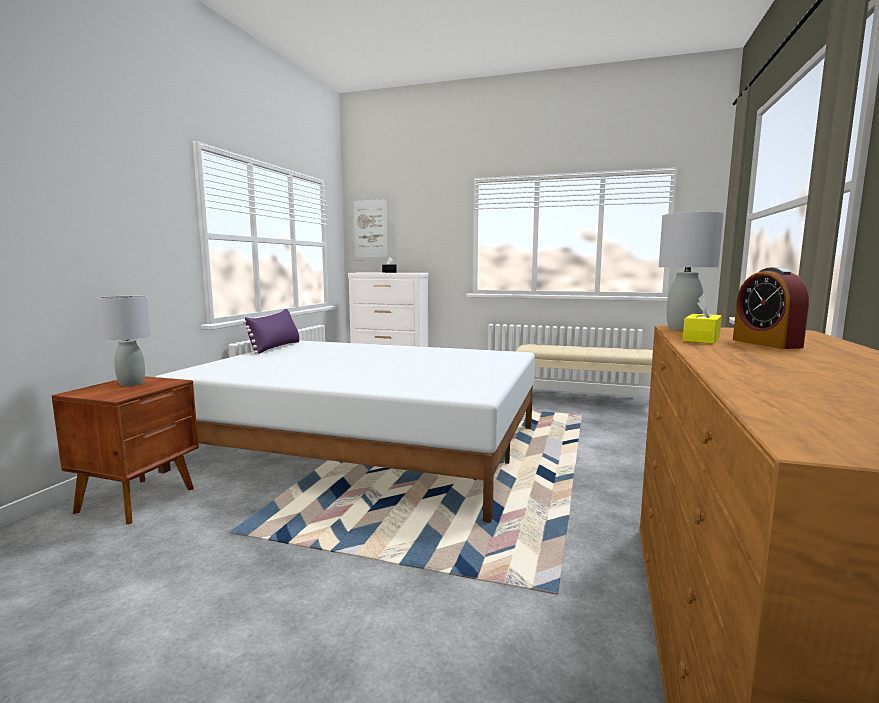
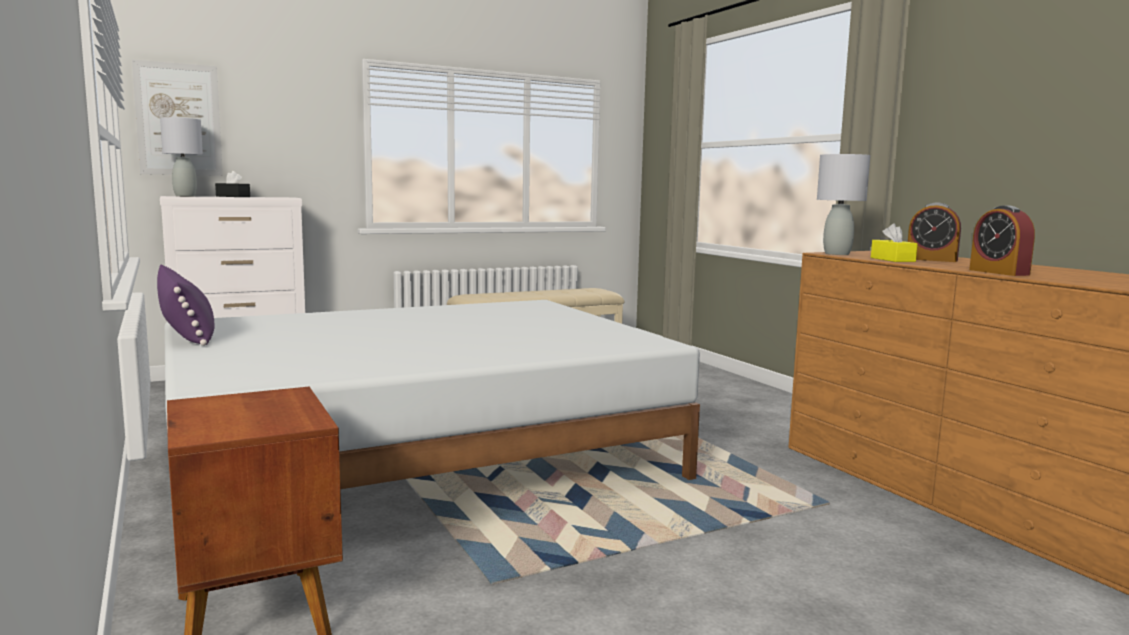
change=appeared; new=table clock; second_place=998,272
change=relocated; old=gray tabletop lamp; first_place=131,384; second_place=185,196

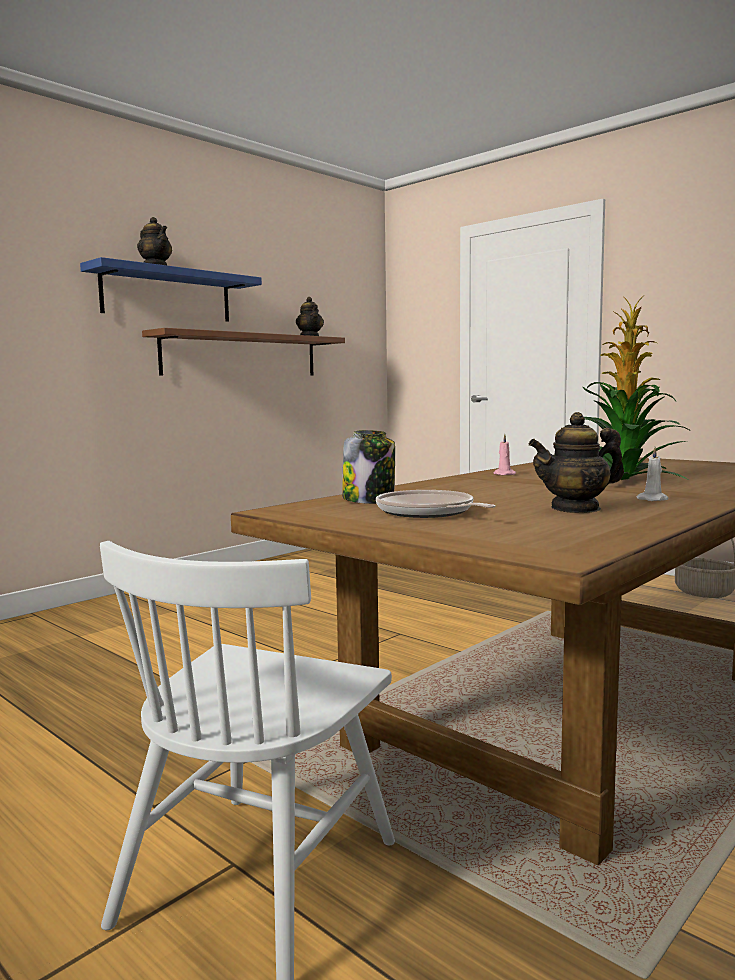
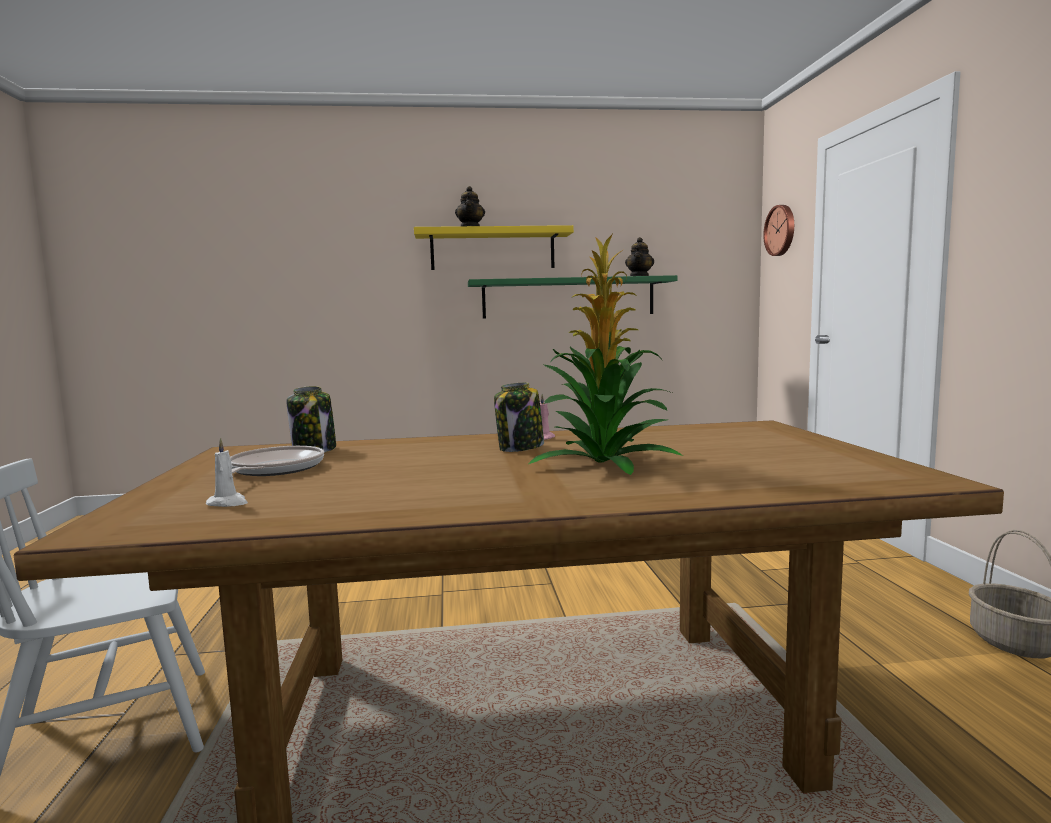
change=missing; old=teapot; first_place=576,509
change=appeared; new=storage jar; second_place=520,448
change=appeared; new=wall clock; second_place=781,230
change=relocated; old=white-coloured wax light; first_place=653,499; second_place=228,503
change=colour; old=blue-coloured wall shelf; new=yellowish wall shelf; first_place=167,295; second_place=492,250
change=colour; old=brown wall shelf; new=green-coloured wall shelf; first_place=242,355; second_place=568,297

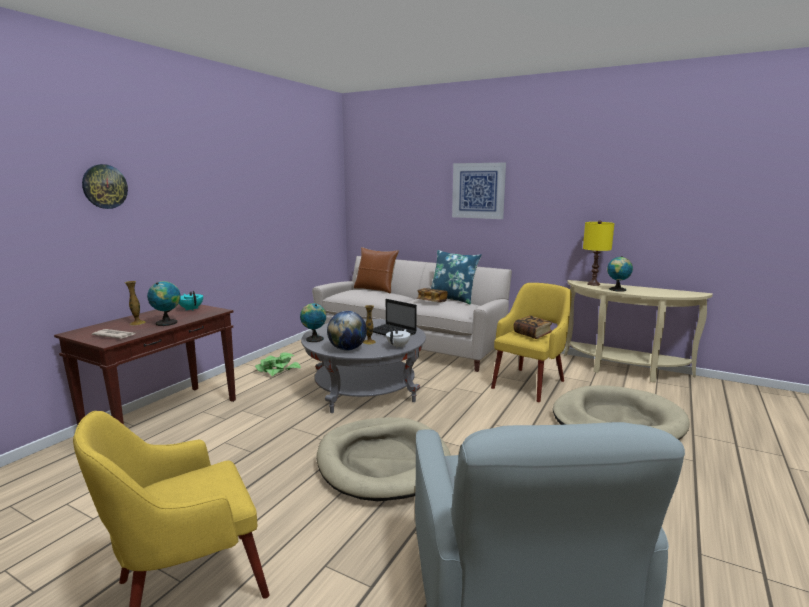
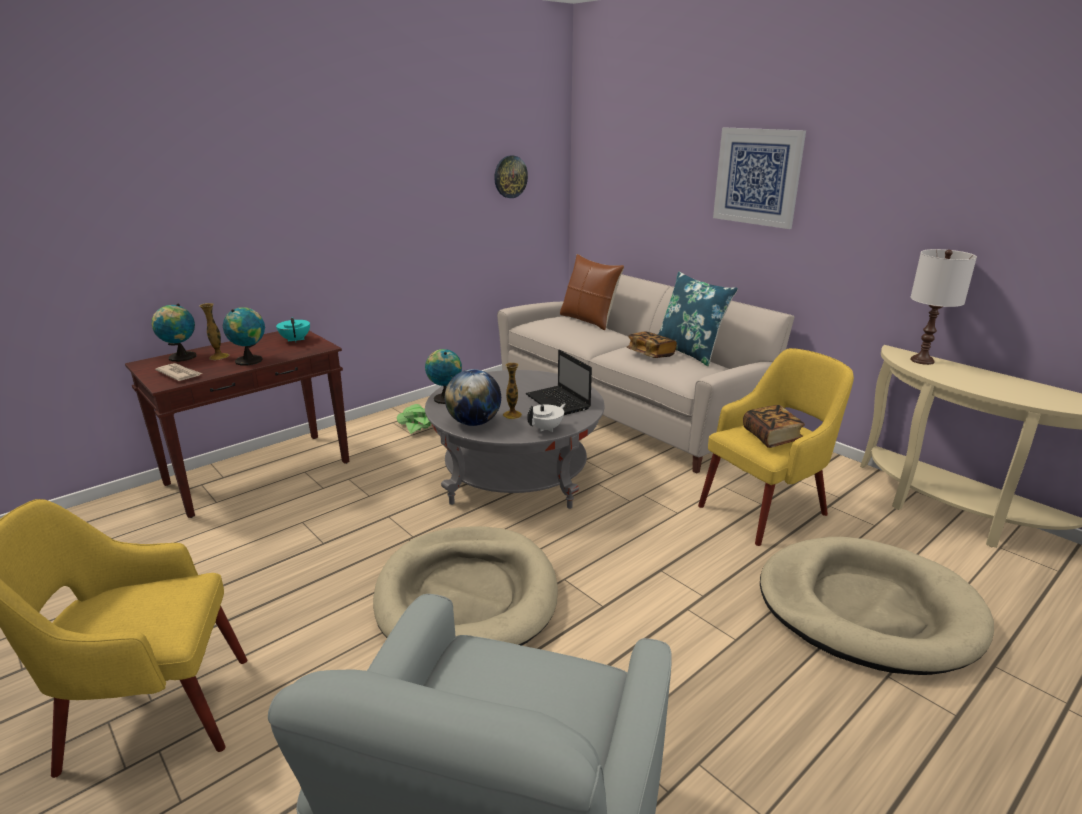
change=relocated; old=wall clock; first_place=104,186; second_place=510,176
change=relocated; old=desk globe; first_place=617,290; second_place=180,357
change=colour; old=yellowish tabletop lamp; new=white-coloured tabletop lamp; first_place=593,284; second_place=922,360

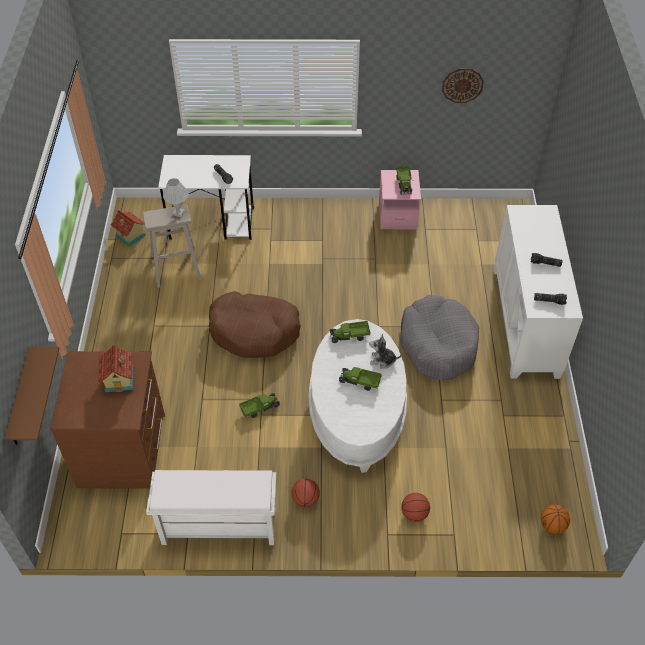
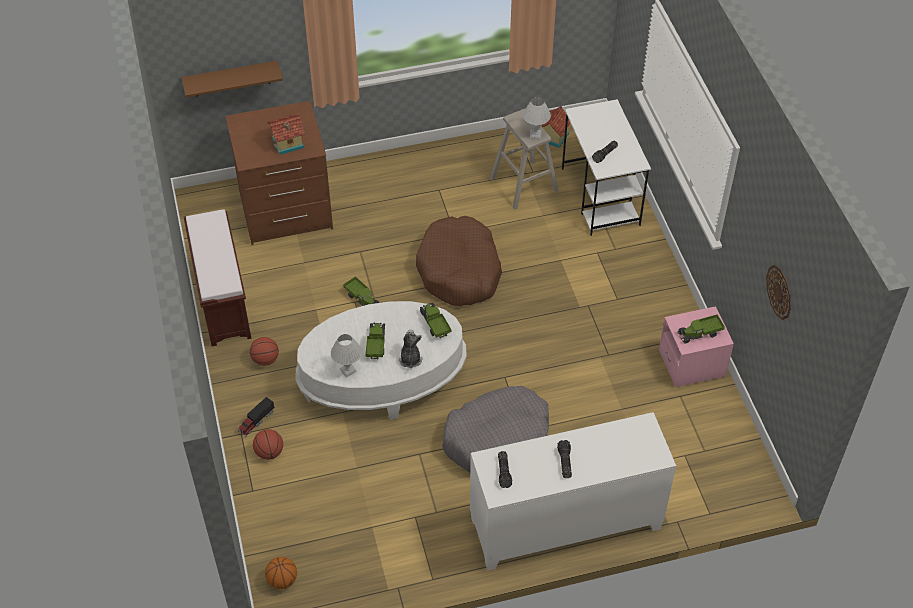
change=appeared; new=toy truck; second_place=256,421
change=appeared; new=white-coloured tabletop lamp; second_place=348,370
change=colour; old=white-coloured bench; new=brown bench; first_place=218,526; second_place=222,300

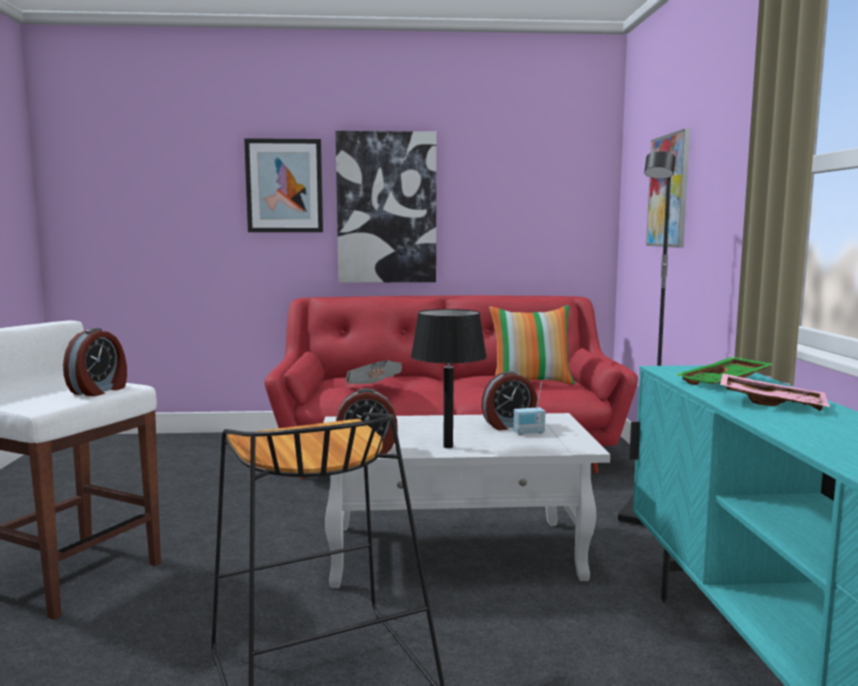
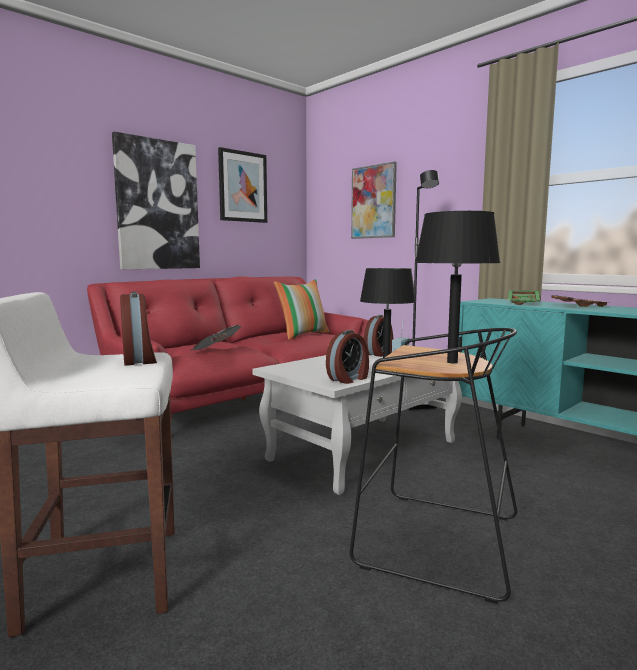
change=appeared; new=black tabletop lamp; second_place=452,362
change=relocated; old=picture; first_place=284,186; second_place=242,187

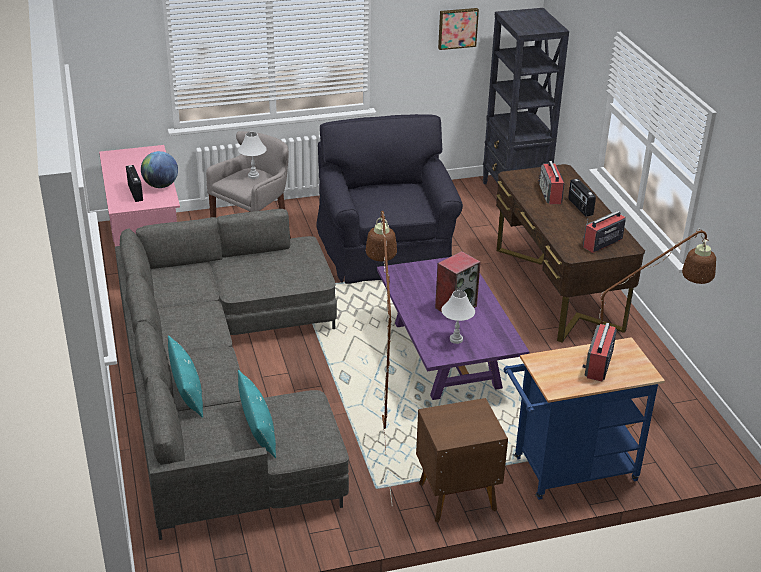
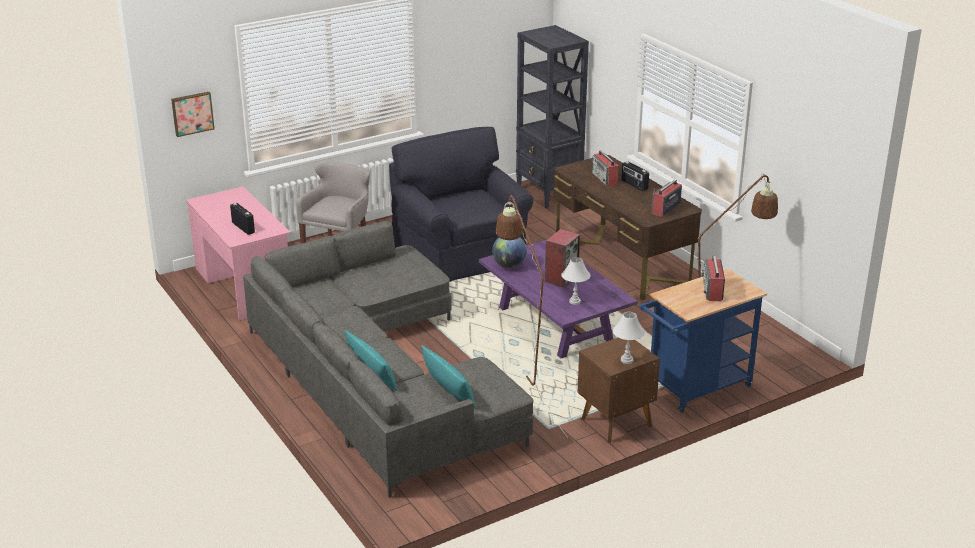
change=relocated; old=desk globe; first_place=161,185; second_place=509,266
change=relocated; old=white-coloured tabletop lamp; first_place=253,176; second_place=627,360
change=relocated; old=picture; first_place=457,28; second_place=192,113

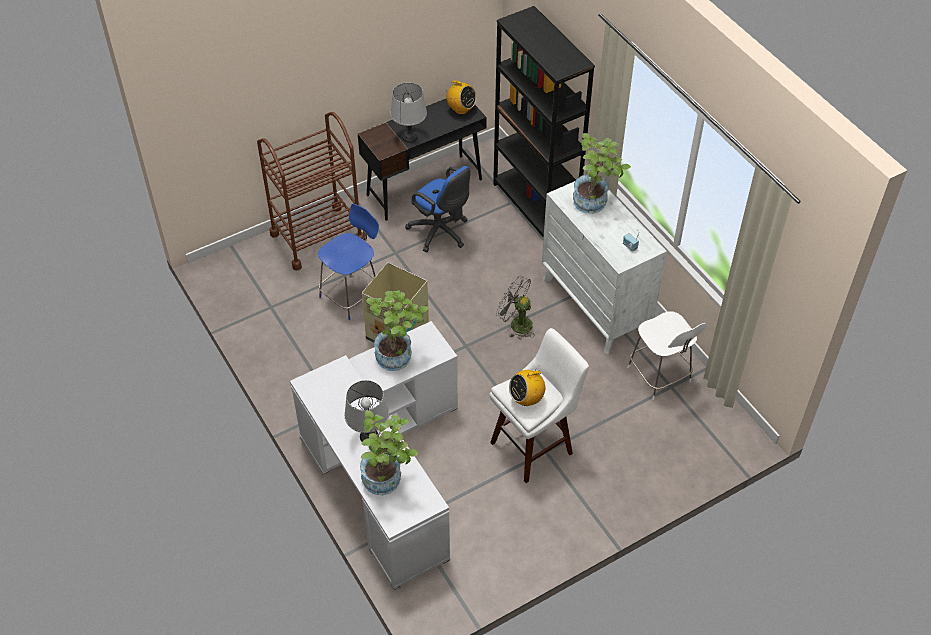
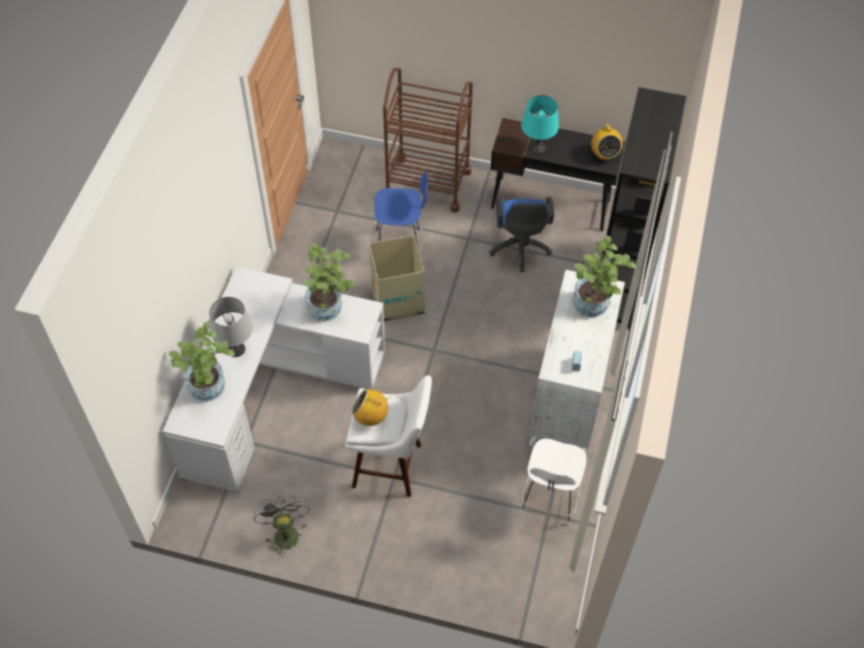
change=relocated; old=gray fan; first_place=516,323; second_place=284,532
change=colour; old=gray tabletop lamp; new=turquoise tabletop lamp; first_place=409,137; second_place=536,148

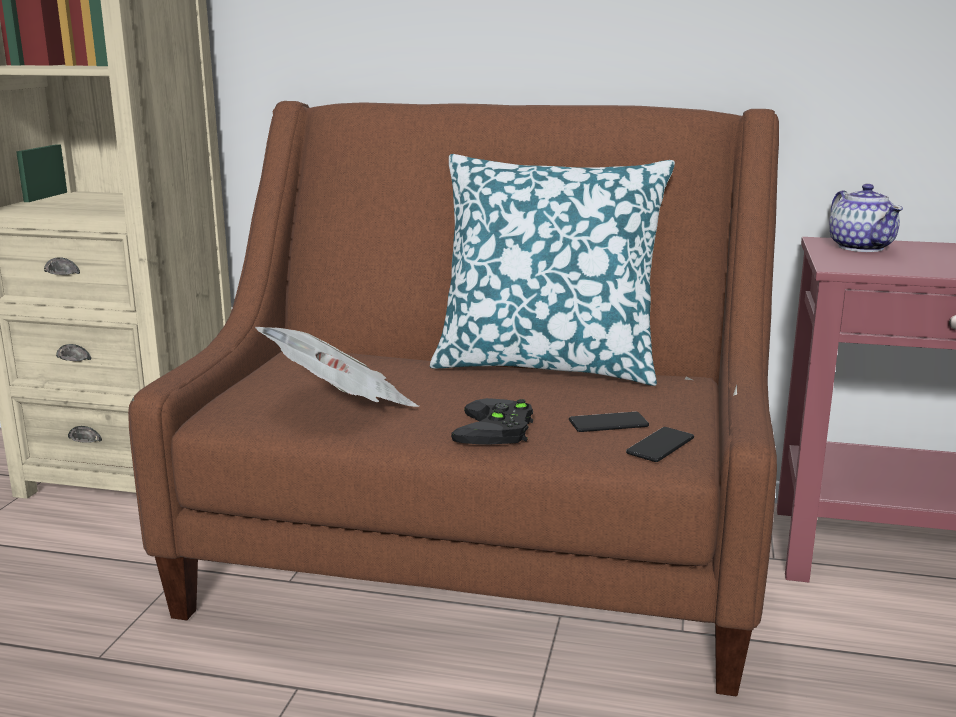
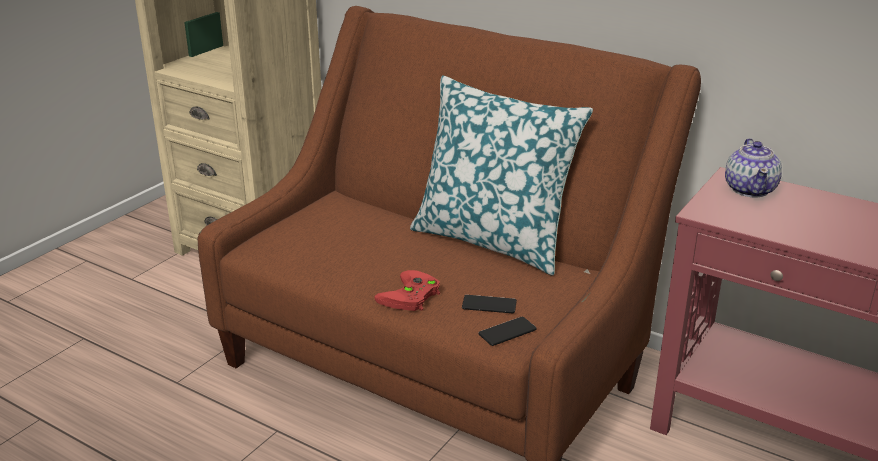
change=missing; old=newspaper; first_place=342,405
change=colour; old=black gamepad; new=red gamepad; first_place=497,430; second_place=410,297

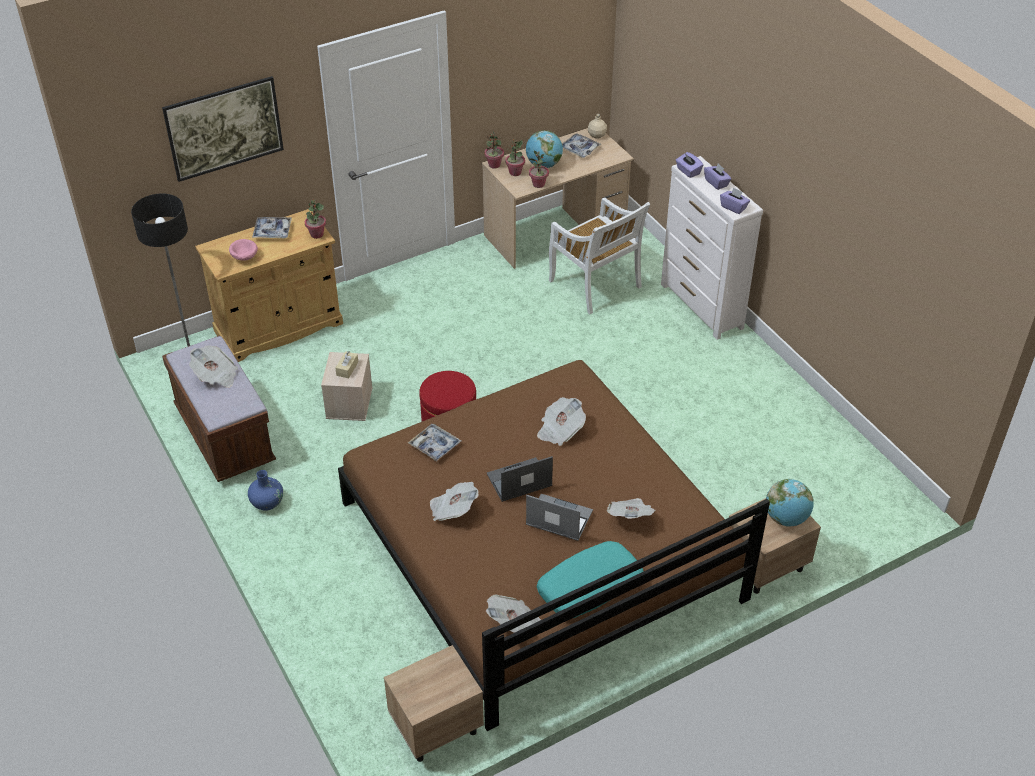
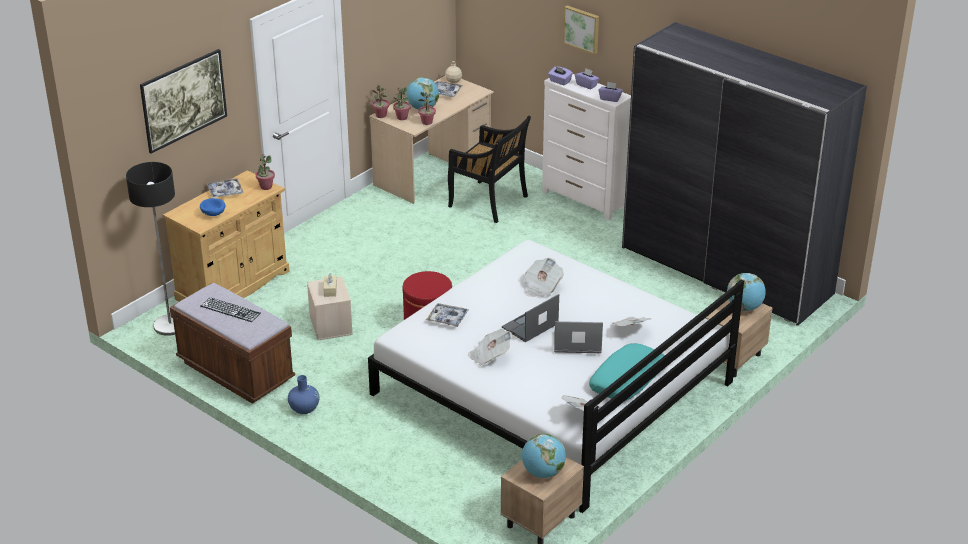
change=appeared; new=desk globe; second_place=543,473
change=appeared; new=picture; second_place=582,29
change=appeared; new=gray armoire; second_place=726,271
change=exchanged; old=newspaper; new=PC keyboard; first_place=216,376; second_place=230,310
change=colour; old=pink-coloured serving bowl; new=blue-coloured serving bowl; first_place=244,258; second_place=213,214
change=colour; old=brown bedroom bed; new=white-coloured bedroom bed; first_place=539,550; second_place=552,389
change=colour; old=white-coloured upright chair; new=black upright chair; first_place=596,285; second_place=489,202

